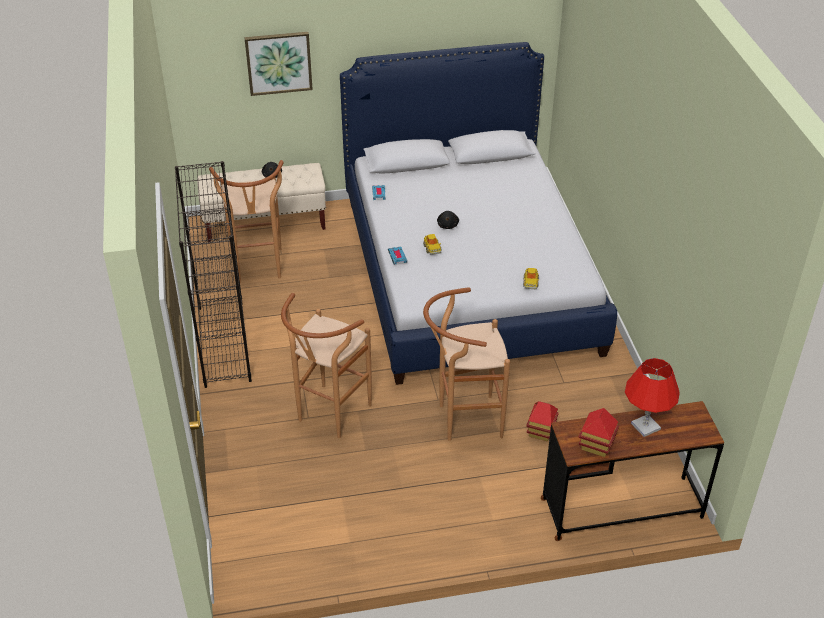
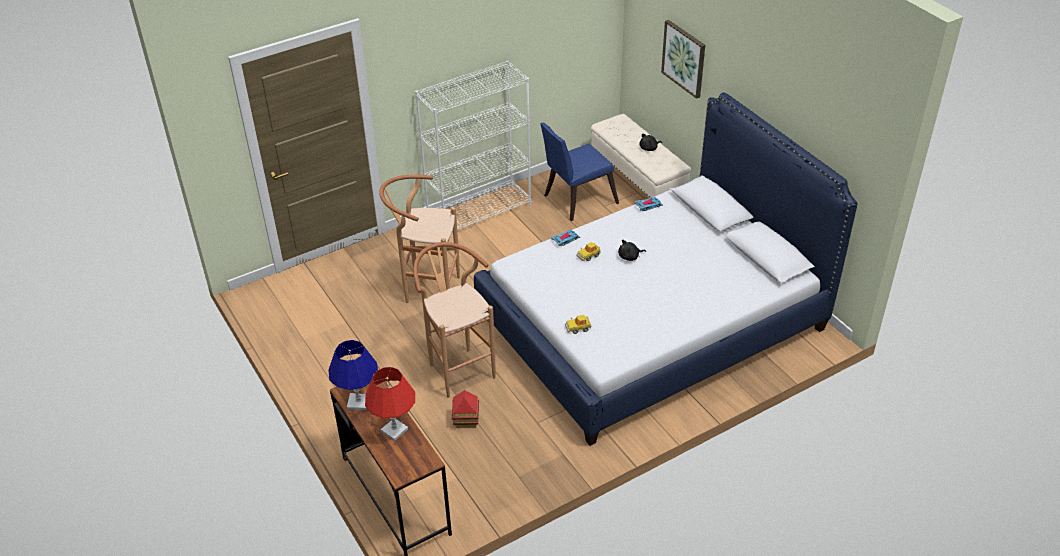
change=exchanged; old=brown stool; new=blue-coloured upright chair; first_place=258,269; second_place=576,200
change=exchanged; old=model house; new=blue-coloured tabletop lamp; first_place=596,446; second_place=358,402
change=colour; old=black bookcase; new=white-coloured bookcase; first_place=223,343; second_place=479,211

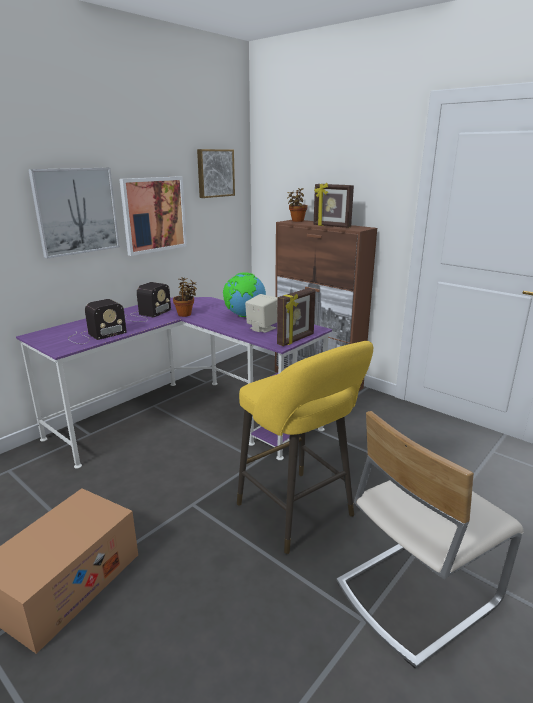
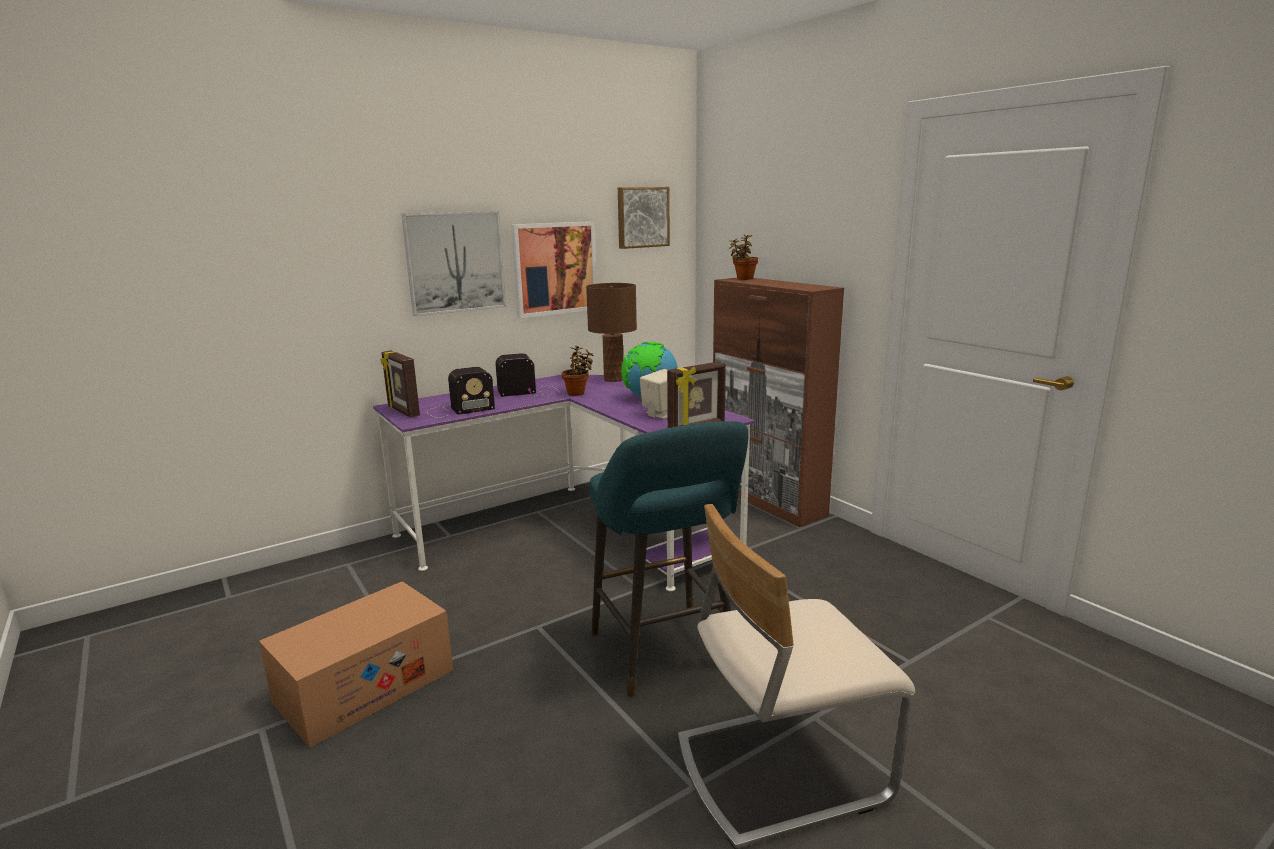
change=appeared; new=brown tabletop lamp; second_place=614,379
change=relocated; old=photo frame; first_place=331,226; second_place=402,411
change=colour; old=yellowish stool; new=turquoise stool; first_place=299,513; second_place=666,655
change=spun; old=radio; first_place=146,315; second_place=530,391; degrees=-150

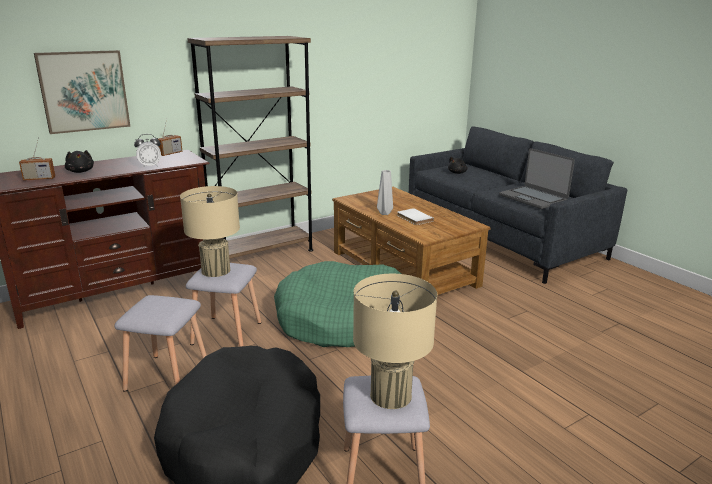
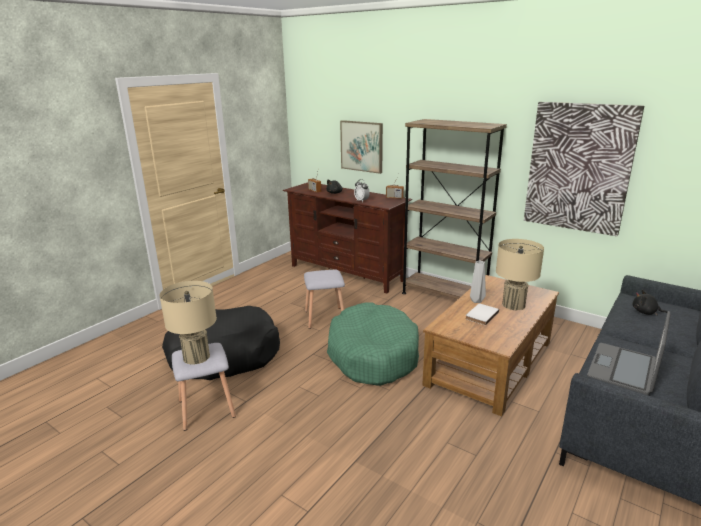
change=missing; old=gray stool; first_place=167,375
change=appeared; new=picture; second_place=578,168
change=relocated; old=sand-coloured tabletop lamp; first_place=216,270; second_place=513,305

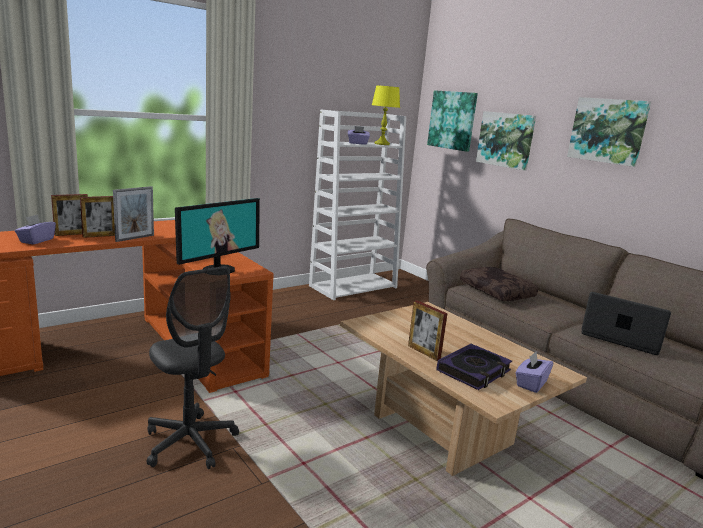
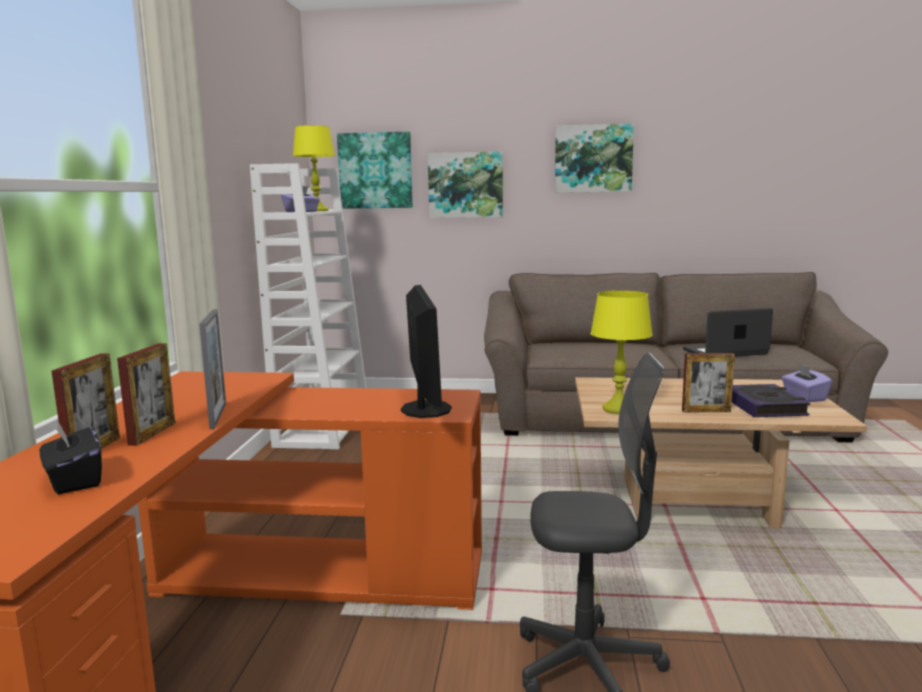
change=missing; old=brown pillow; first_place=497,291
change=appeared; new=yellowish tabletop lamp; second_place=618,409
change=colour; old=purplish tissue box; new=black tissue box; first_place=36,240; second_place=74,481

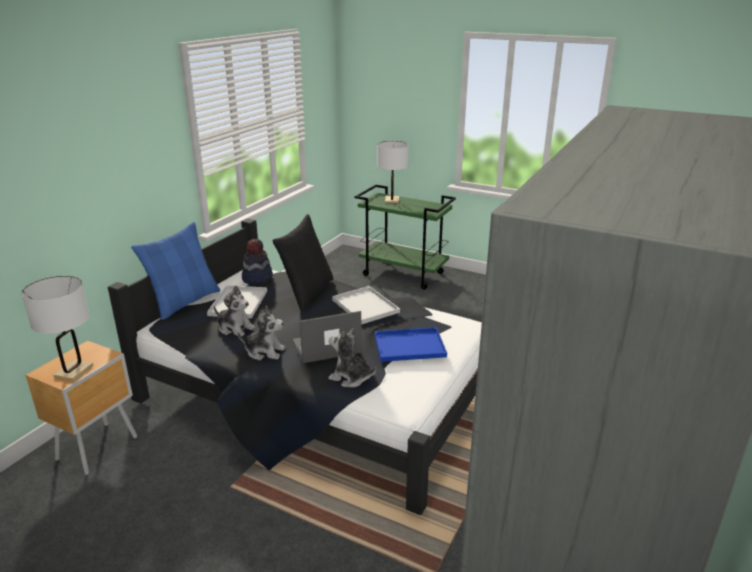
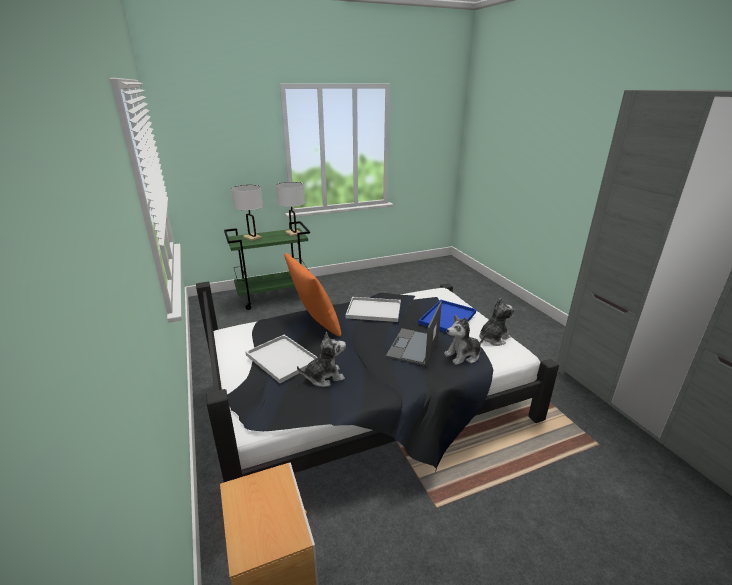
change=missing; old=blue-coloured pillow; first_place=184,302
change=missing; old=clothing hat; first_place=257,278
change=relocated; old=white-coloured tabletop lamp; first_place=74,371; second_place=293,233
change=relocated; old=plush toy; first_place=264,351; second_place=493,338
change=colour; old=black pillow; new=orange pillow; first_place=308,292; second_place=315,323

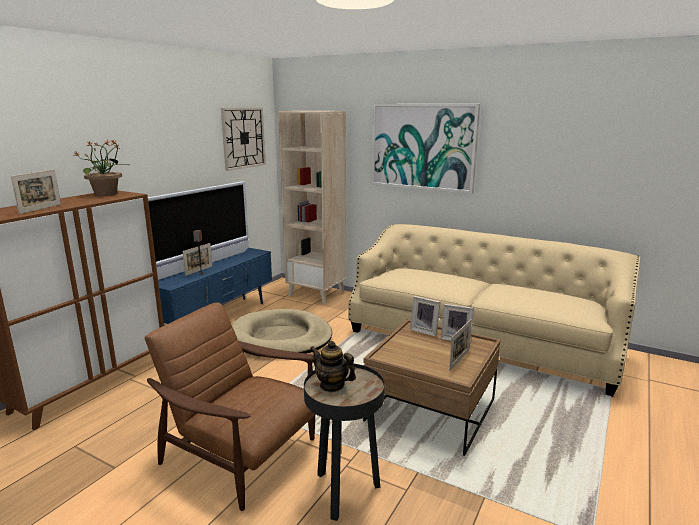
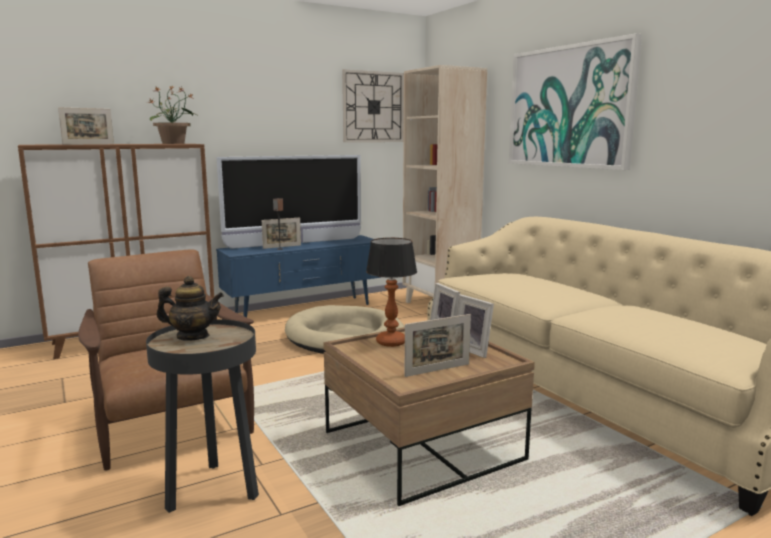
change=appeared; new=tabletop lamp; second_place=390,342
change=spun; old=teapot; first_place=332,385; second_place=192,337; degrees=120

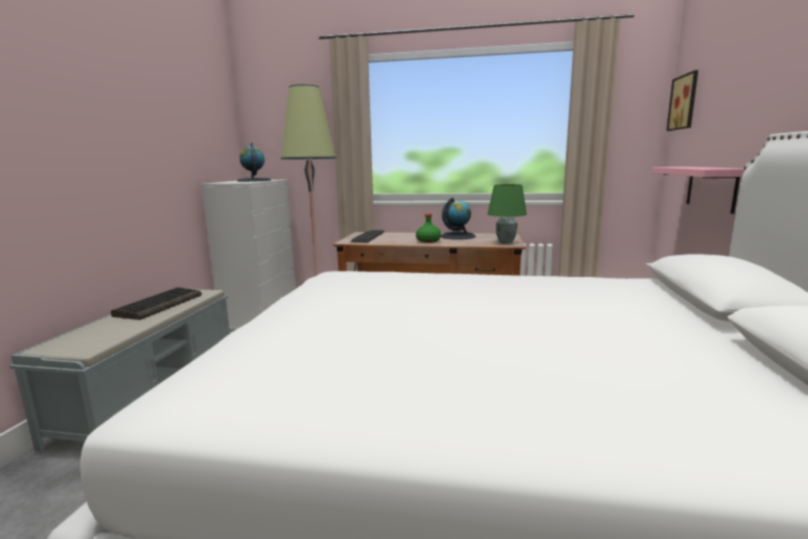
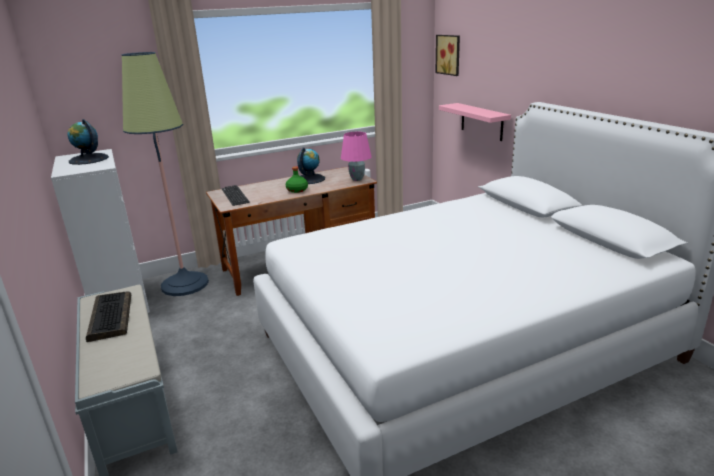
change=colour; old=green-coloured tabletop lamp; new=pink-coloured tabletop lamp; first_place=505,242; second_place=356,179

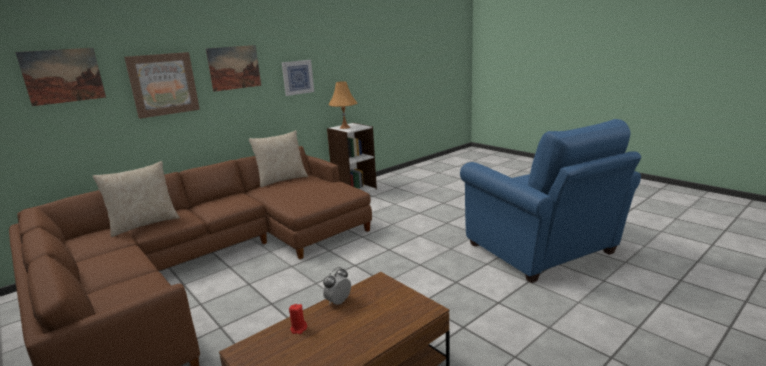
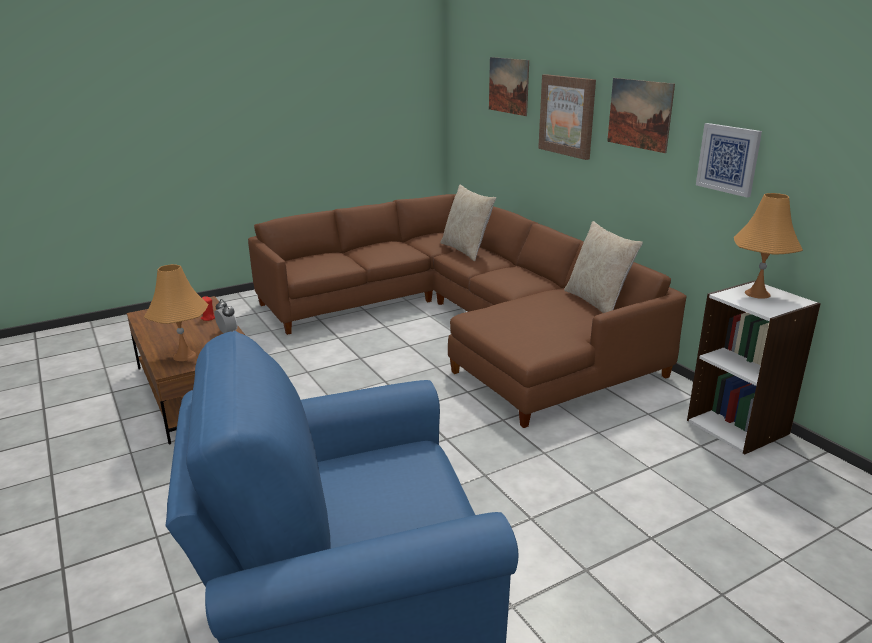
change=appeared; new=orange tabletop lamp; second_place=184,356

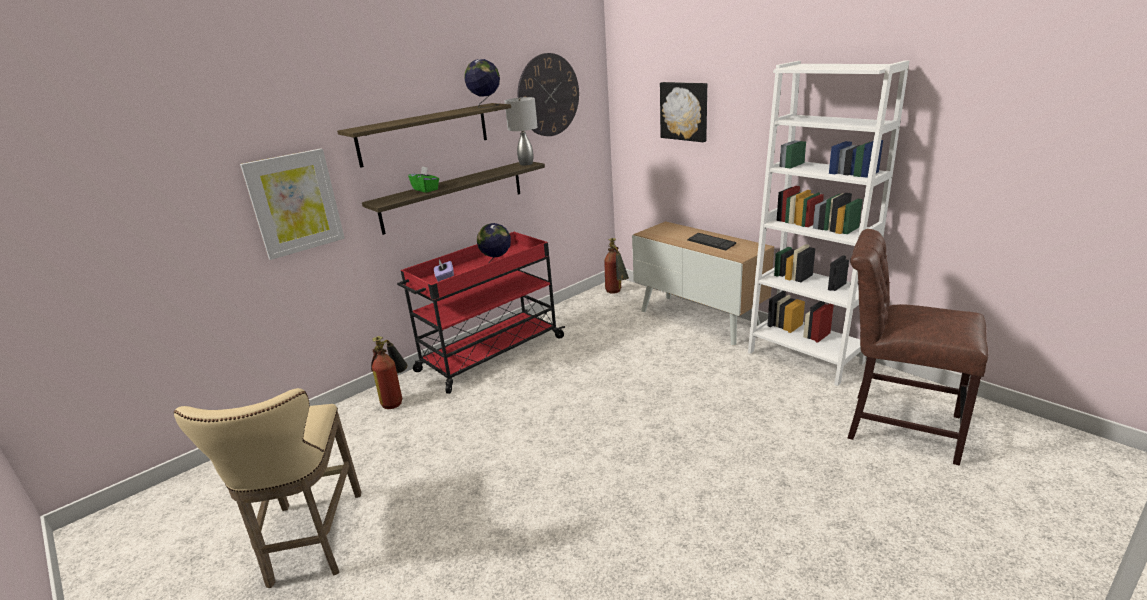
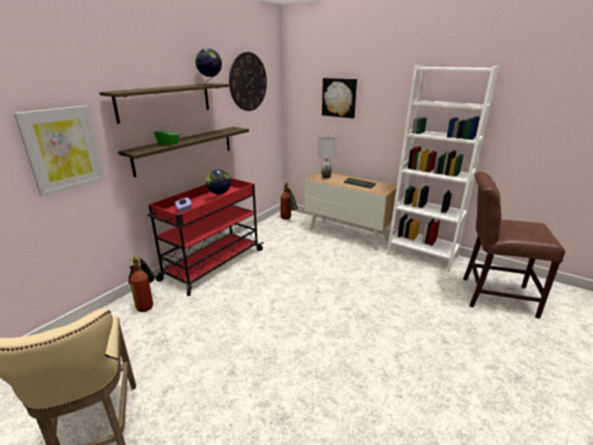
change=relocated; old=gray tabletop lamp; first_place=526,163; second_place=325,177

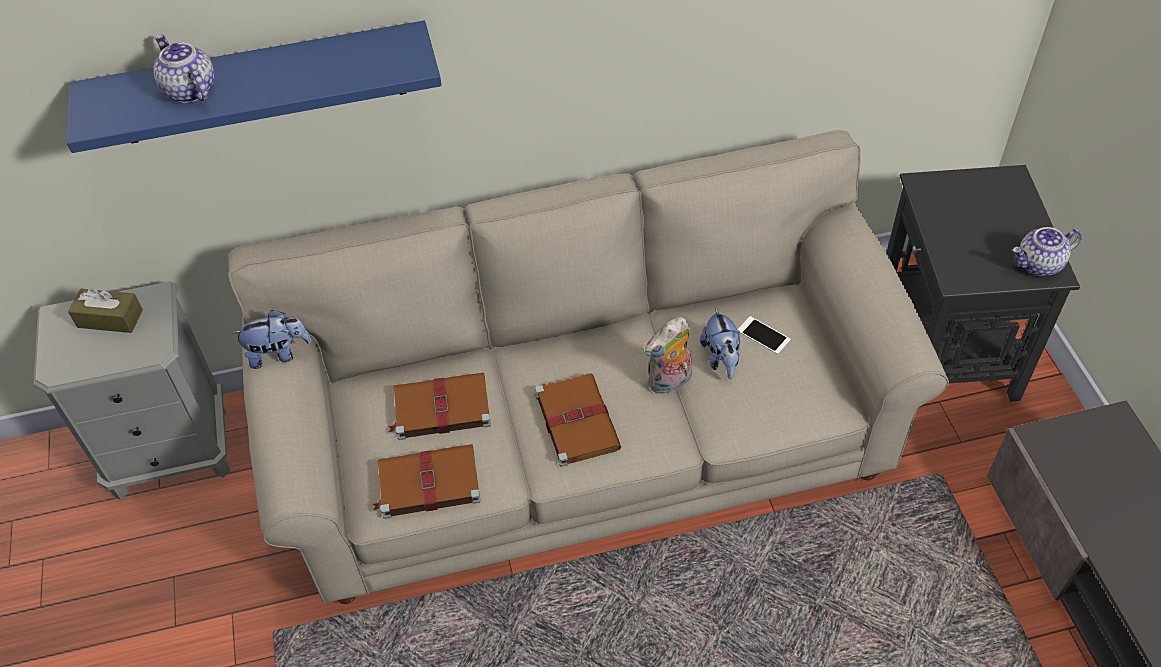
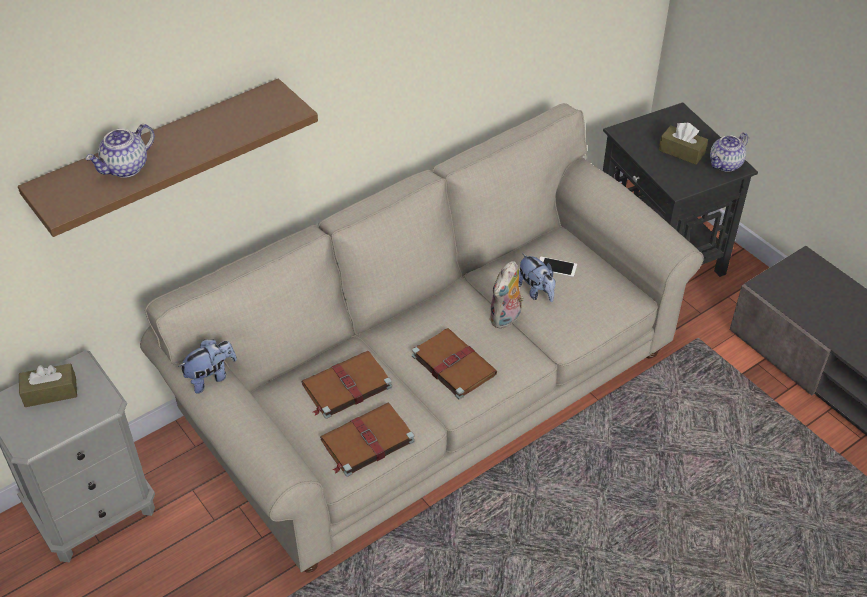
change=appeared; new=brown tissue box; second_place=681,152
change=colour; old=blue-coloured wall shelf; new=brown wall shelf; first_place=261,84; second_place=160,156
change=spun; old=teapot; first_place=189,90; second_place=126,168; degrees=-75

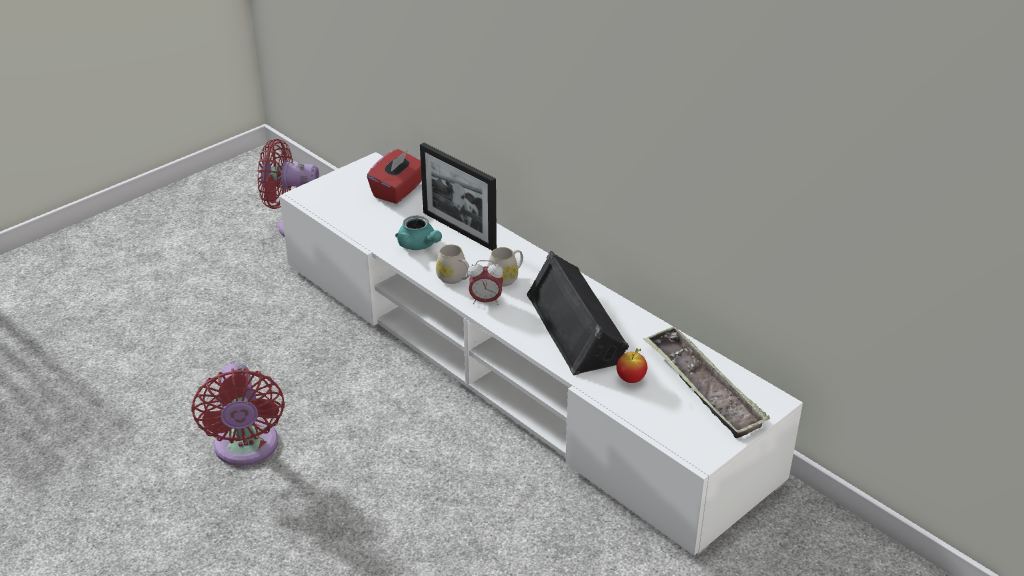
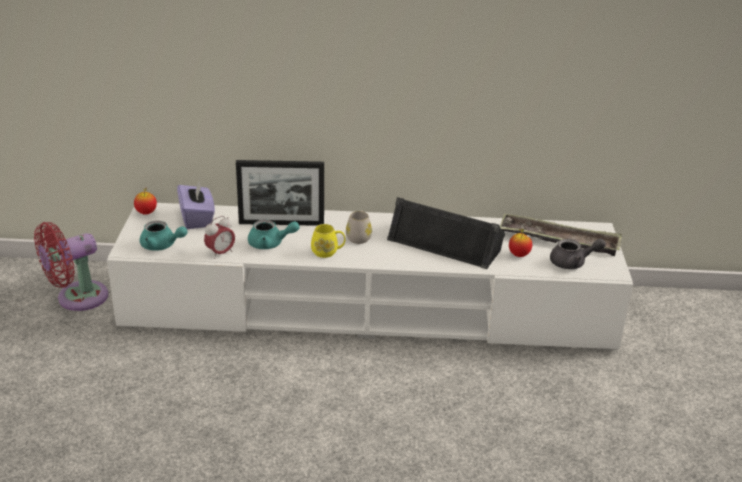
change=missing; old=red fan; first_place=246,449
change=appeared; new=apple fruit; second_place=146,213
change=appeared; new=turquoise teapot; second_place=162,246
change=appeared; new=gray teapot; second_place=573,263
change=relocated; old=table clock; first_place=485,301; second_place=220,253
change=colour; old=red tissue box; new=purplish tissue box; first_place=398,191; second_place=197,218
change=colour; old=white-coloured mug; new=yellowish mug; first_place=454,278; second_place=328,252

